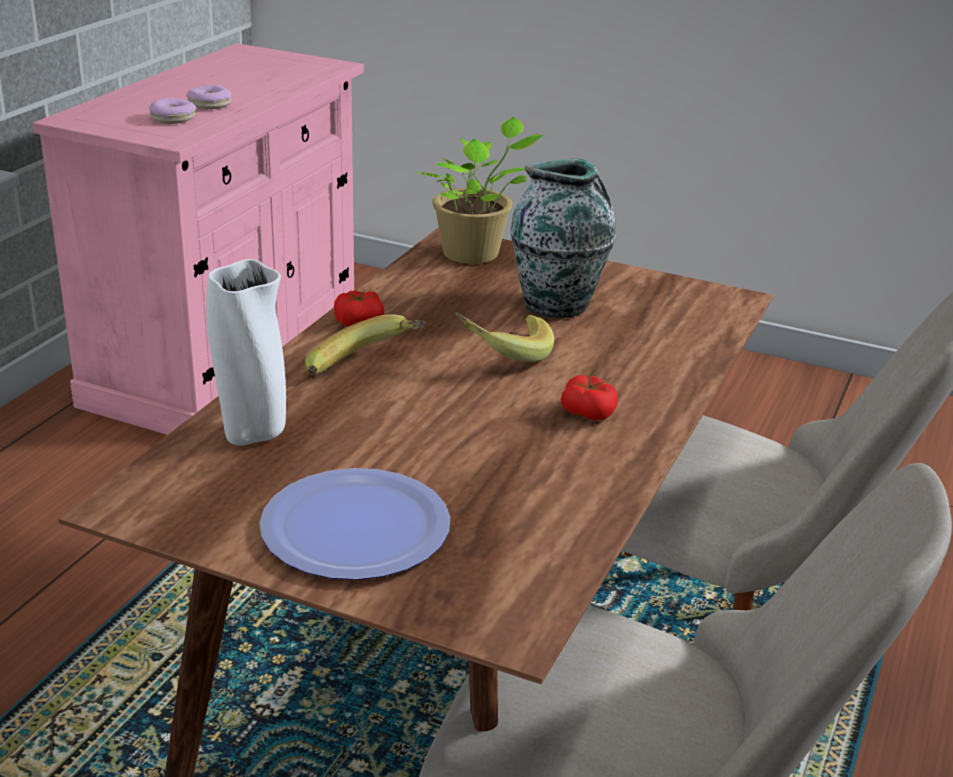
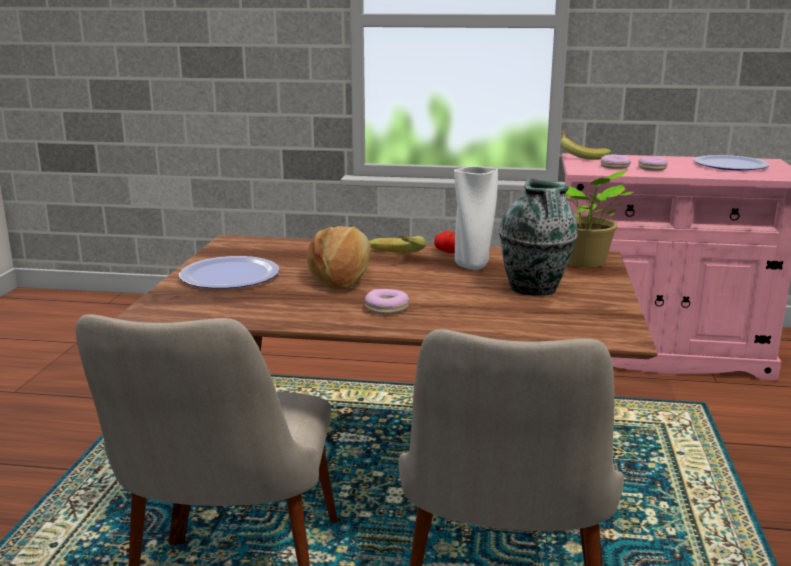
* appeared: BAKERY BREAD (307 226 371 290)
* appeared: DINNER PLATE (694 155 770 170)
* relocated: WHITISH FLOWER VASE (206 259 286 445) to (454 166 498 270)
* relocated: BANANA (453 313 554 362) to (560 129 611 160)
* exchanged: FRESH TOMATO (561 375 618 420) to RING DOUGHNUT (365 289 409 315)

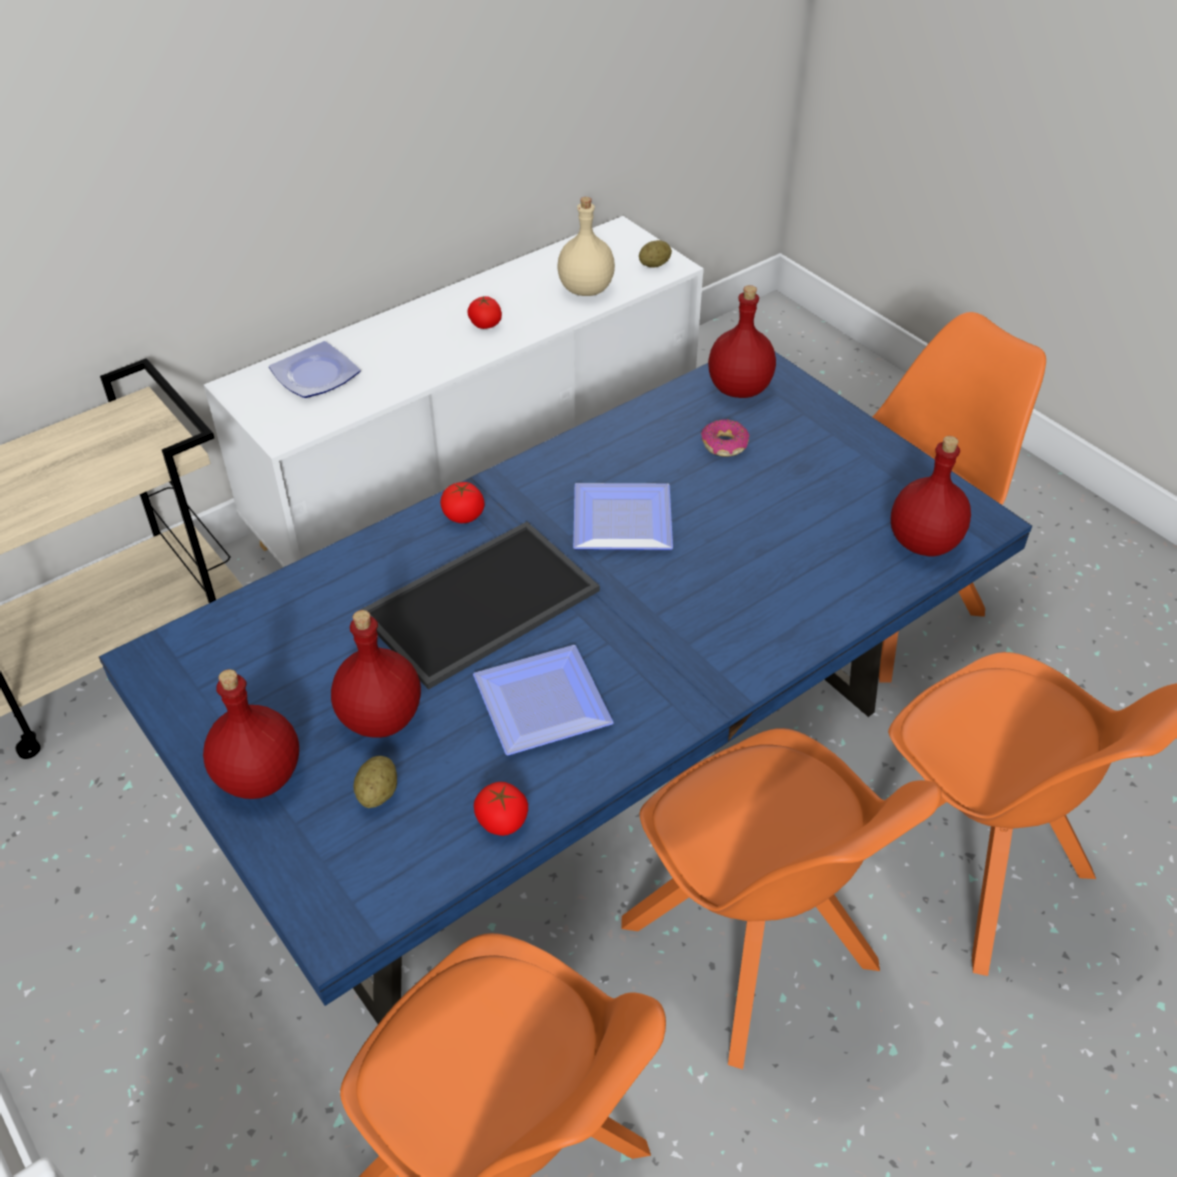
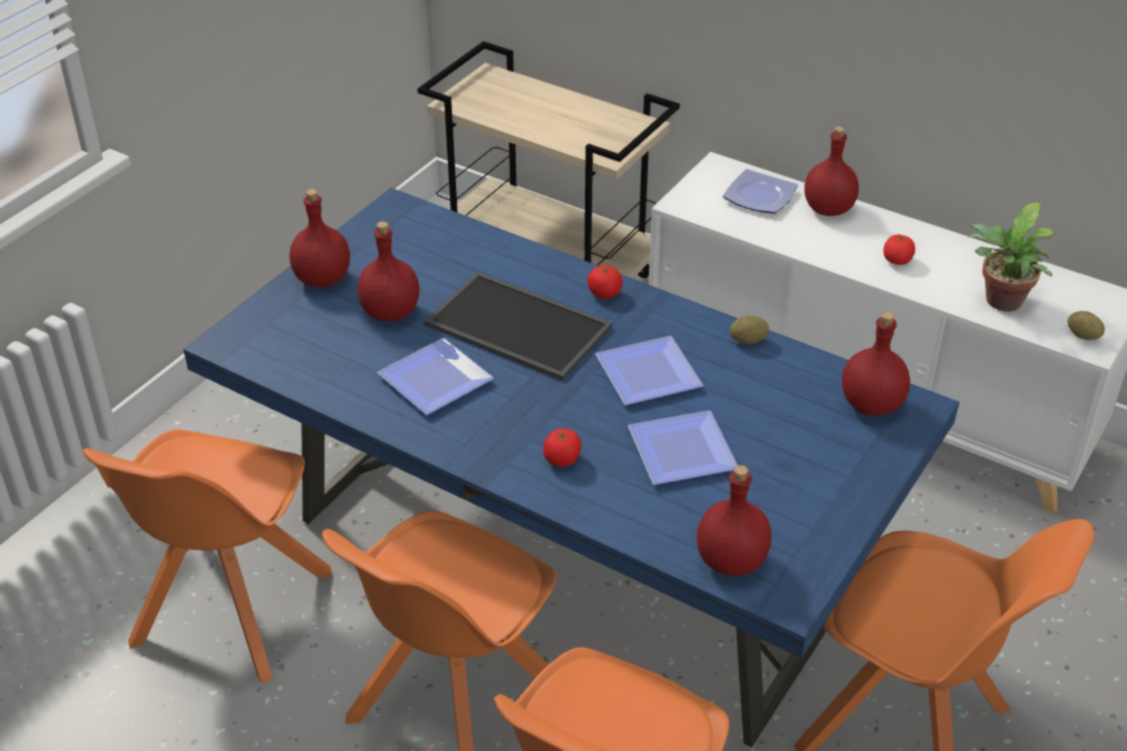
* missing: RING DOUGHNUT (701 419 750 456)
* appeared: DINNER PLATE (628 410 738 485)
* appeared: REDDISH DRINK BOTTLE (804 126 859 216)
* relocated: SPUD (353 756 397 808) to (730 315 769 344)
* relocated: FRESH TOMATO (474 782 528 836) to (543 428 582 467)
* exchanged: BEIGE-COLOURED DRINK BOTTLE (557 197 615 296) to HOUSEPLANT (969 202 1054 311)

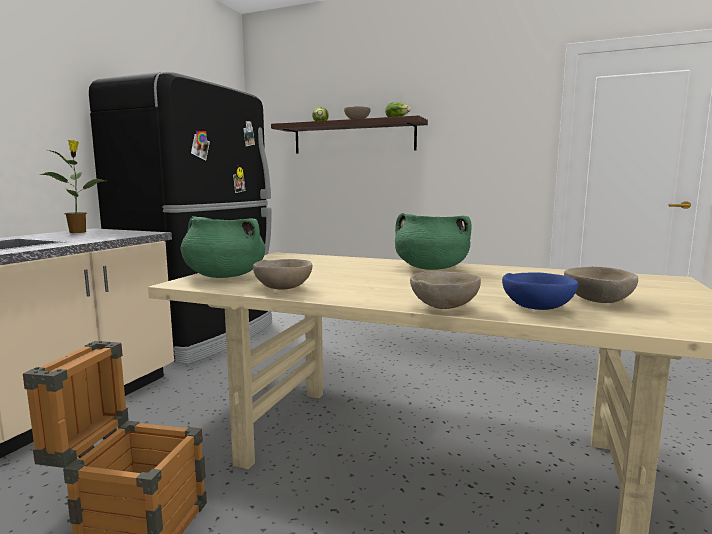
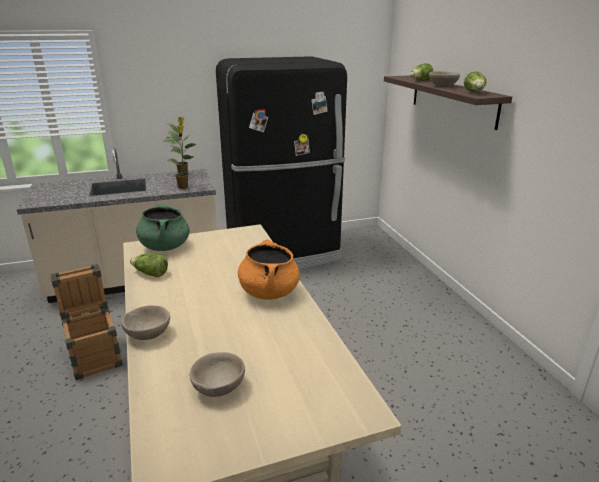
* missing: BLUISH BOWL (502 273 578 310)
* appeared: HOUSEPLANT (162 125 196 189)
* exchanged: BEIGE-COLOURED BOWL (253 259 312 290) to HEAD OF LETTUCE (130 253 168 277)
* colour: GREENISH SAUCEPOT (395 213 472 270) to ORANGEY SAUCEPOT (238 239 300 300)

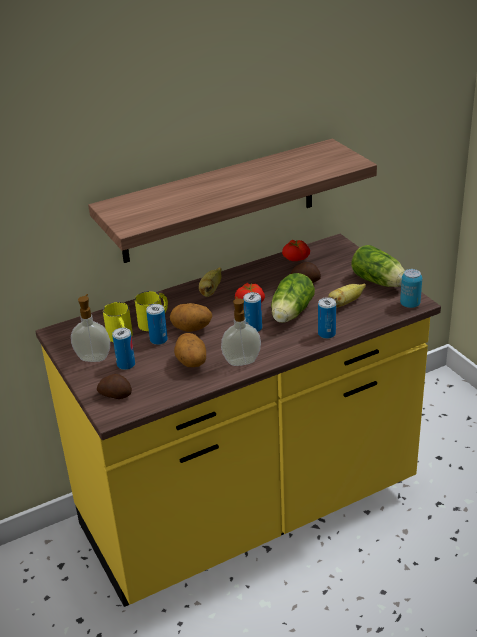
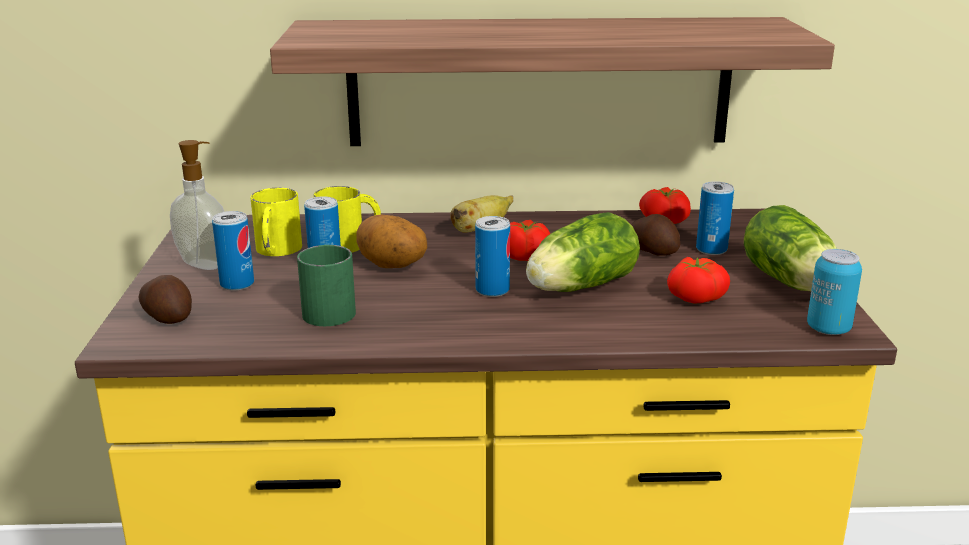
* missing: SOAP BOTTLE (221 297 261 366)
* relocated: SEALED CAN (318 297 336 339) to (696 181 734 255)
* exchanged: SPUD (174 333 206 367) to GREENISH MUG (297 245 356 326)
* exchanged: BANANA (328 284 366 307) to FRESH TOMATO (667 257 730 303)

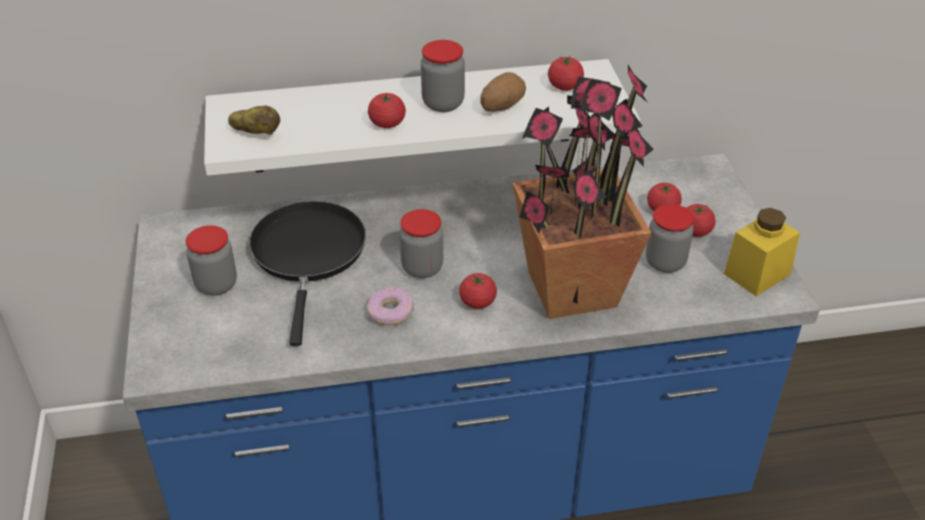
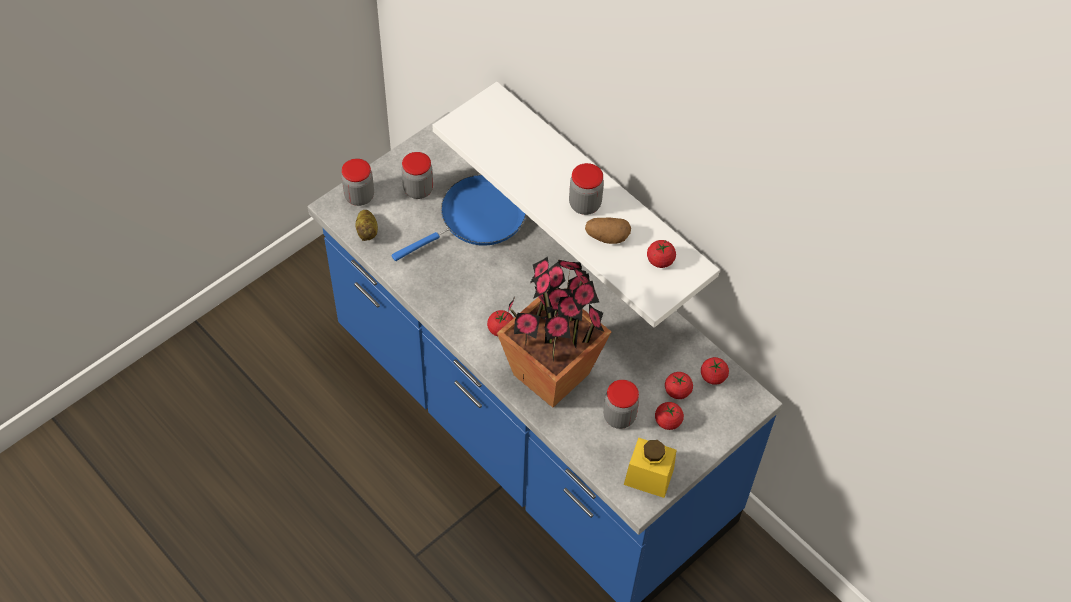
* missing: RING DOUGHNUT (367 287 414 325)
* relocated: SPUD (228 105 280 135) to (355 210 378 241)
* relocated: FRESH TOMATO (368 93 406 128) to (701 357 729 385)
* relocated: PRESERVE JAR (399 209 443 278) to (341 158 374 206)
* colour: BLACK-COLOURED FRYING PAN (249 201 366 346) to BLUISH FRYING PAN (392 175 526 261)

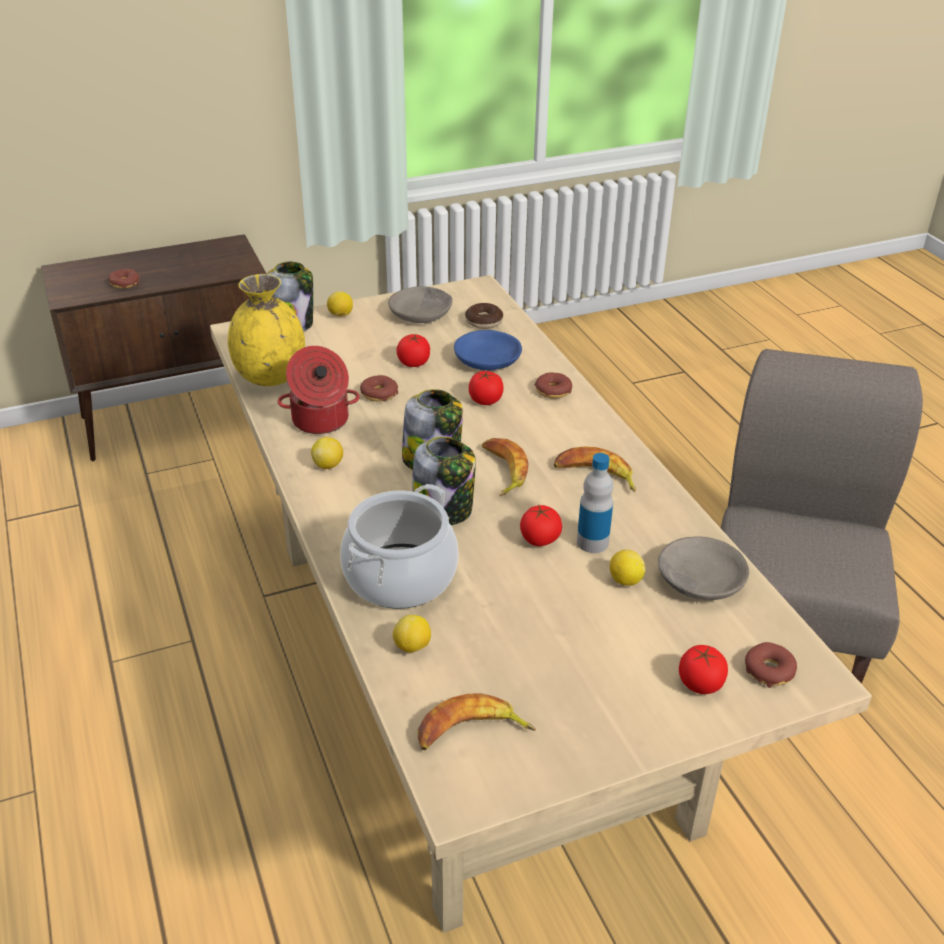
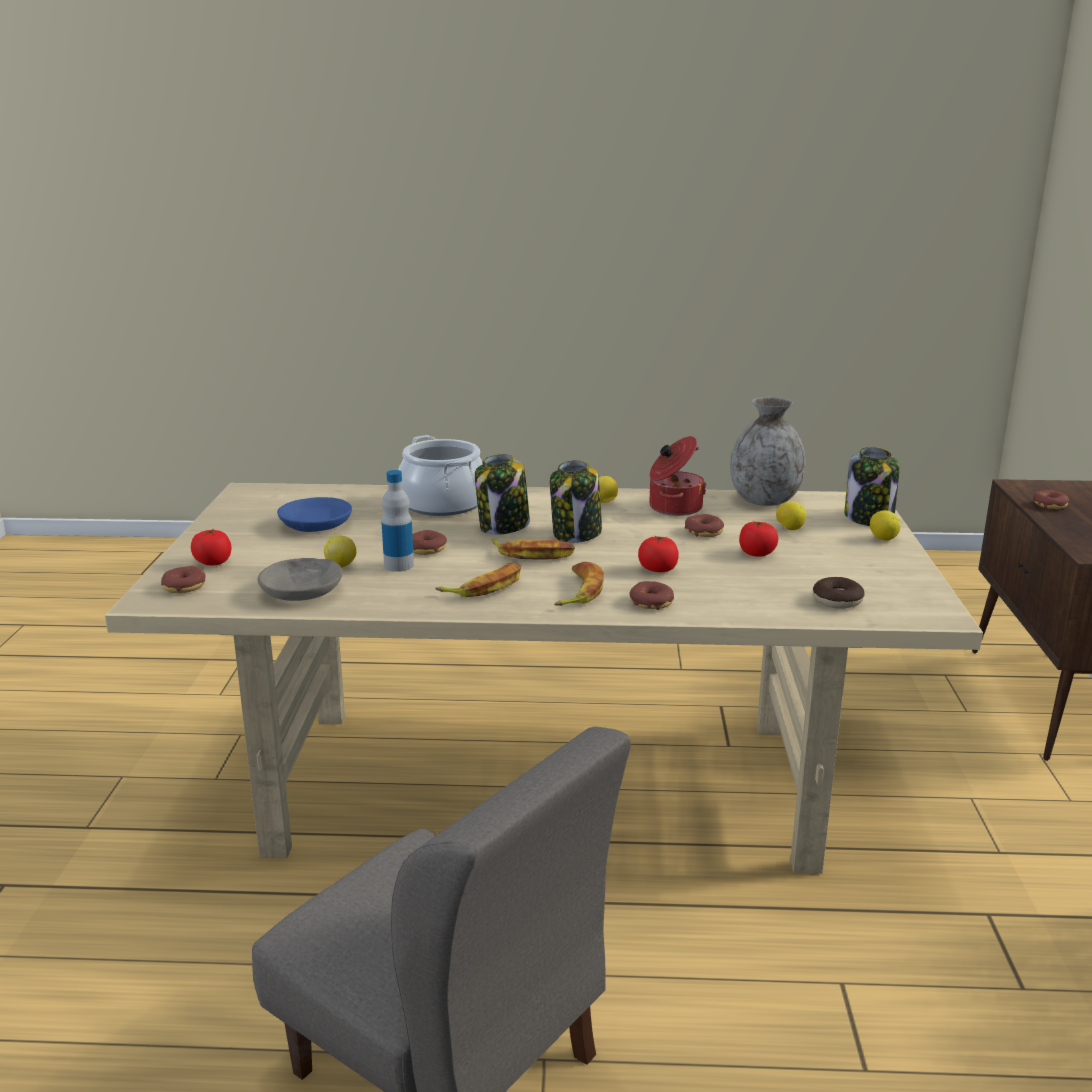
* missing: GREYISH BOWL (388 286 452 323)
* relocated: WHOLE LEMON (393 615 431 653) to (776 501 807 530)
* relocated: BANANA (418 693 536 750) to (554 562 604 606)
* relocated: BLUISH BOWL (454 330 522 371) to (277 497 352 532)
* exchanged: FRESH TOMATO (520 504 562 546) to RING DOUGHNUT (412 530 447 555)
* colour: YELLOW-COLOURED FLOWER VASE (228 274 305 386) to GREYISH FLOWER VASE (730 397 806 506)

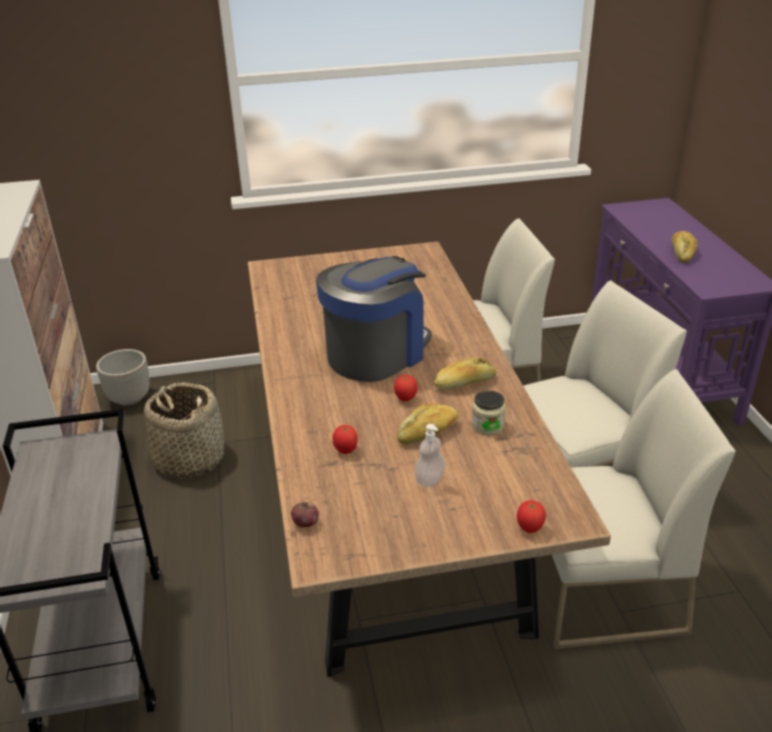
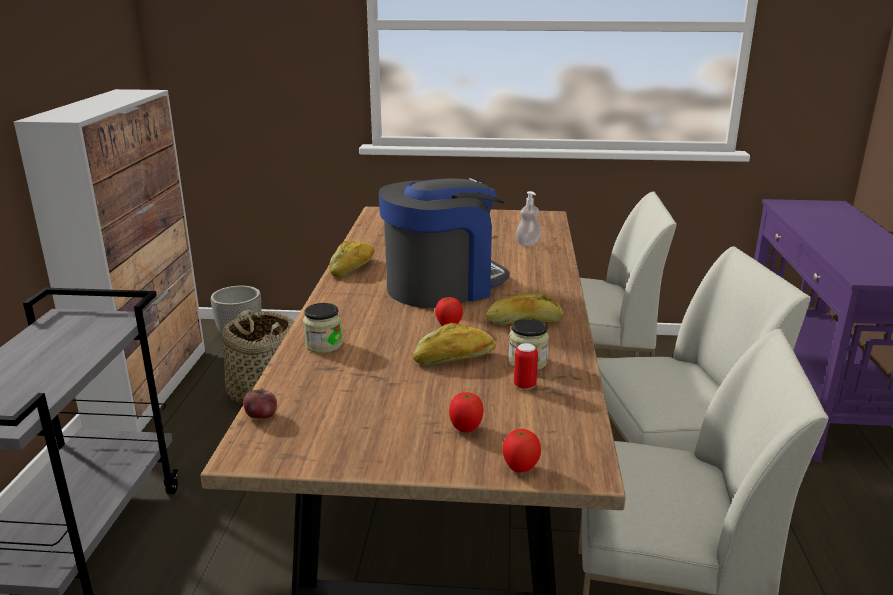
* appeared: PRESERVE JAR (303 303 342 353)
* appeared: SEALED CAN (514 343 538 390)
* relocated: FRESH TOMATO (333 425 358 454) to (449 392 484 433)
* relocated: SOAP BOTTLE (415 424 445 487) to (515 191 542 246)
* relocated: BAKERY BREAD (672 231 697 263) to (329 241 375 277)

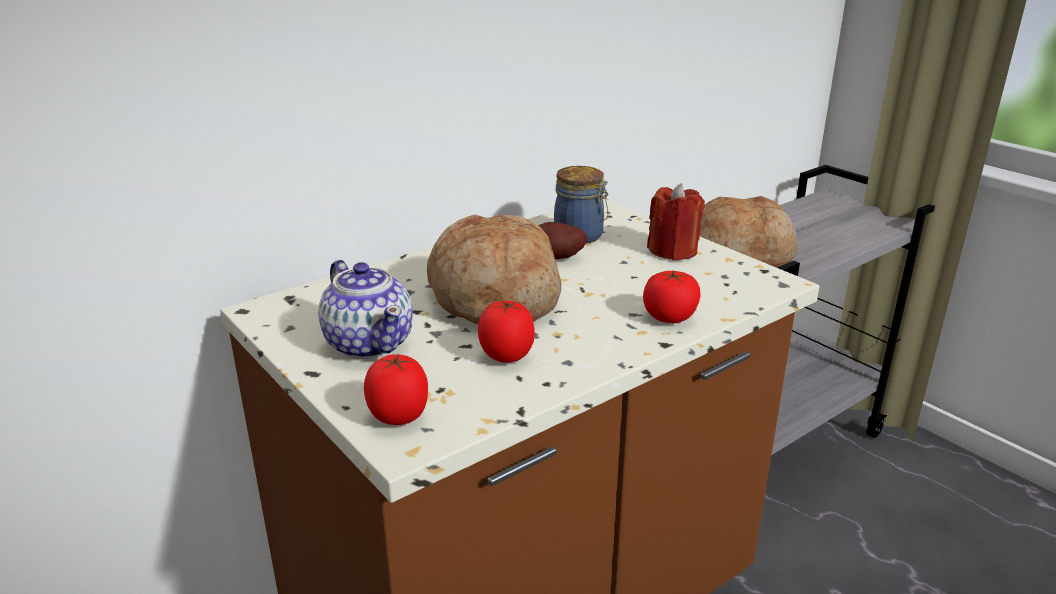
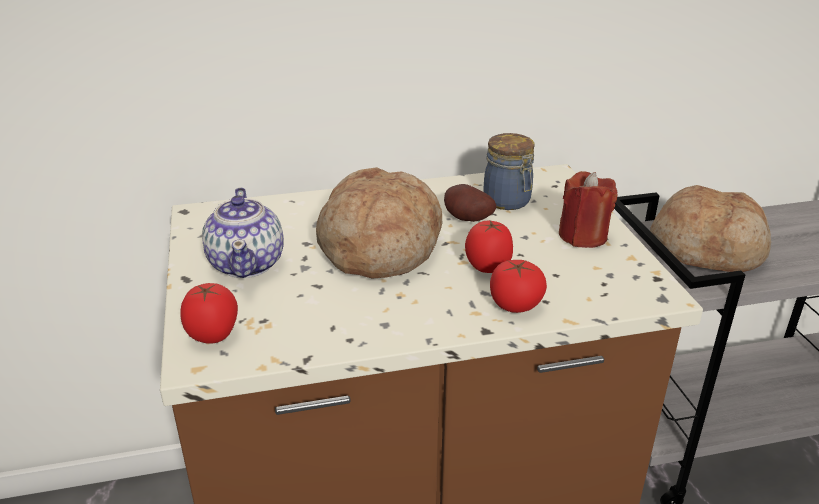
* relocated: FRESH TOMATO (478 300 535 363) to (465 221 513 273)

